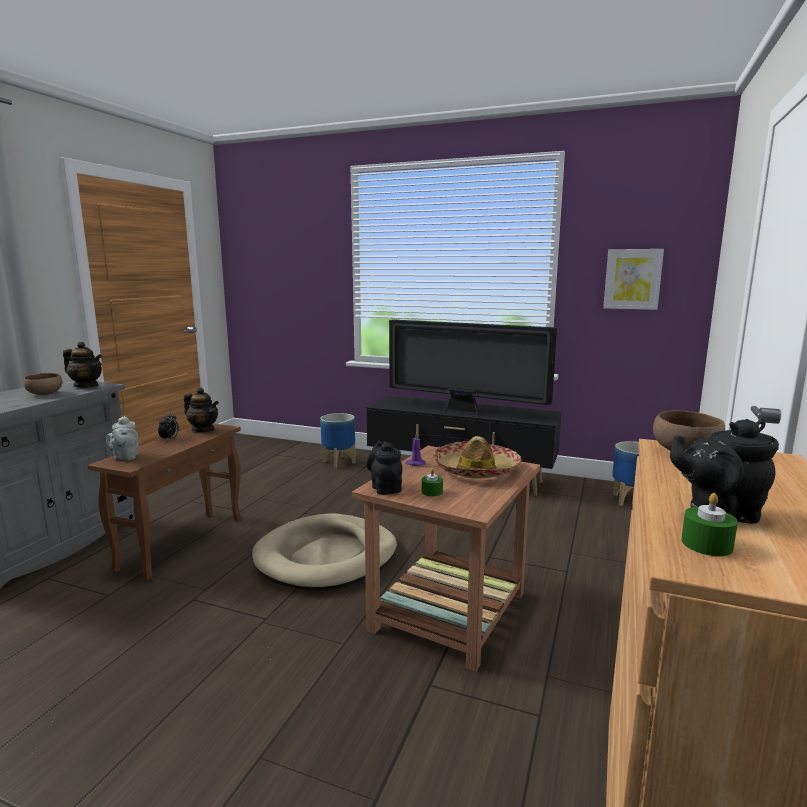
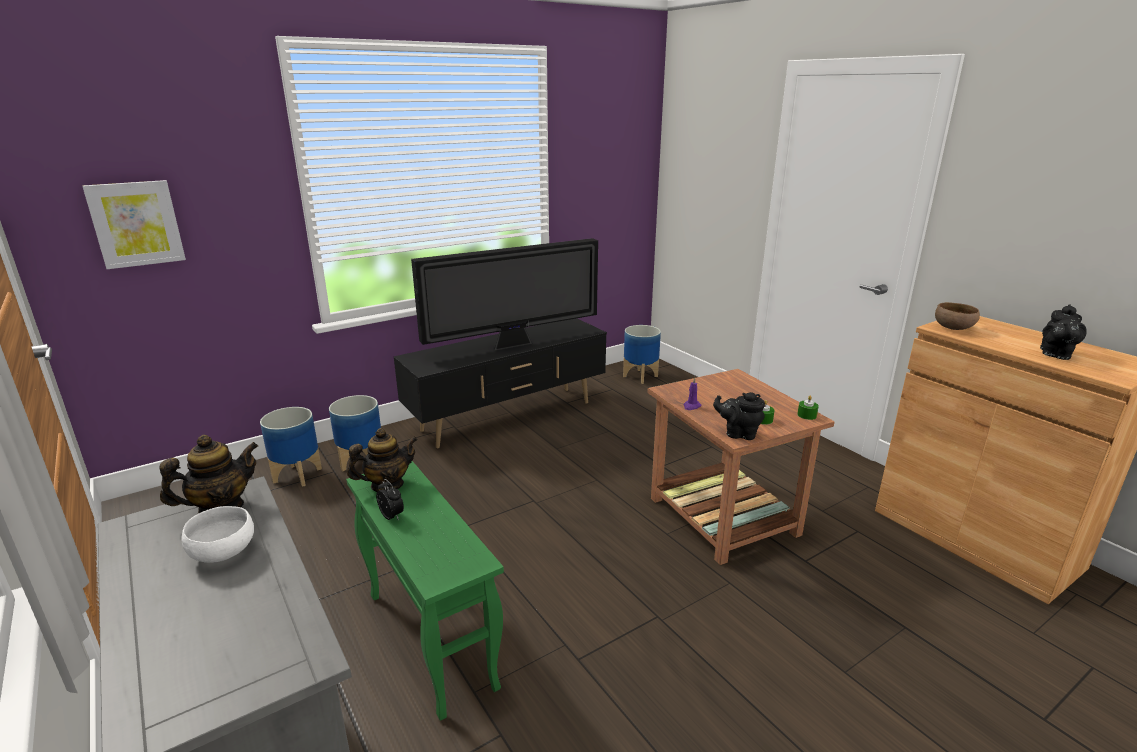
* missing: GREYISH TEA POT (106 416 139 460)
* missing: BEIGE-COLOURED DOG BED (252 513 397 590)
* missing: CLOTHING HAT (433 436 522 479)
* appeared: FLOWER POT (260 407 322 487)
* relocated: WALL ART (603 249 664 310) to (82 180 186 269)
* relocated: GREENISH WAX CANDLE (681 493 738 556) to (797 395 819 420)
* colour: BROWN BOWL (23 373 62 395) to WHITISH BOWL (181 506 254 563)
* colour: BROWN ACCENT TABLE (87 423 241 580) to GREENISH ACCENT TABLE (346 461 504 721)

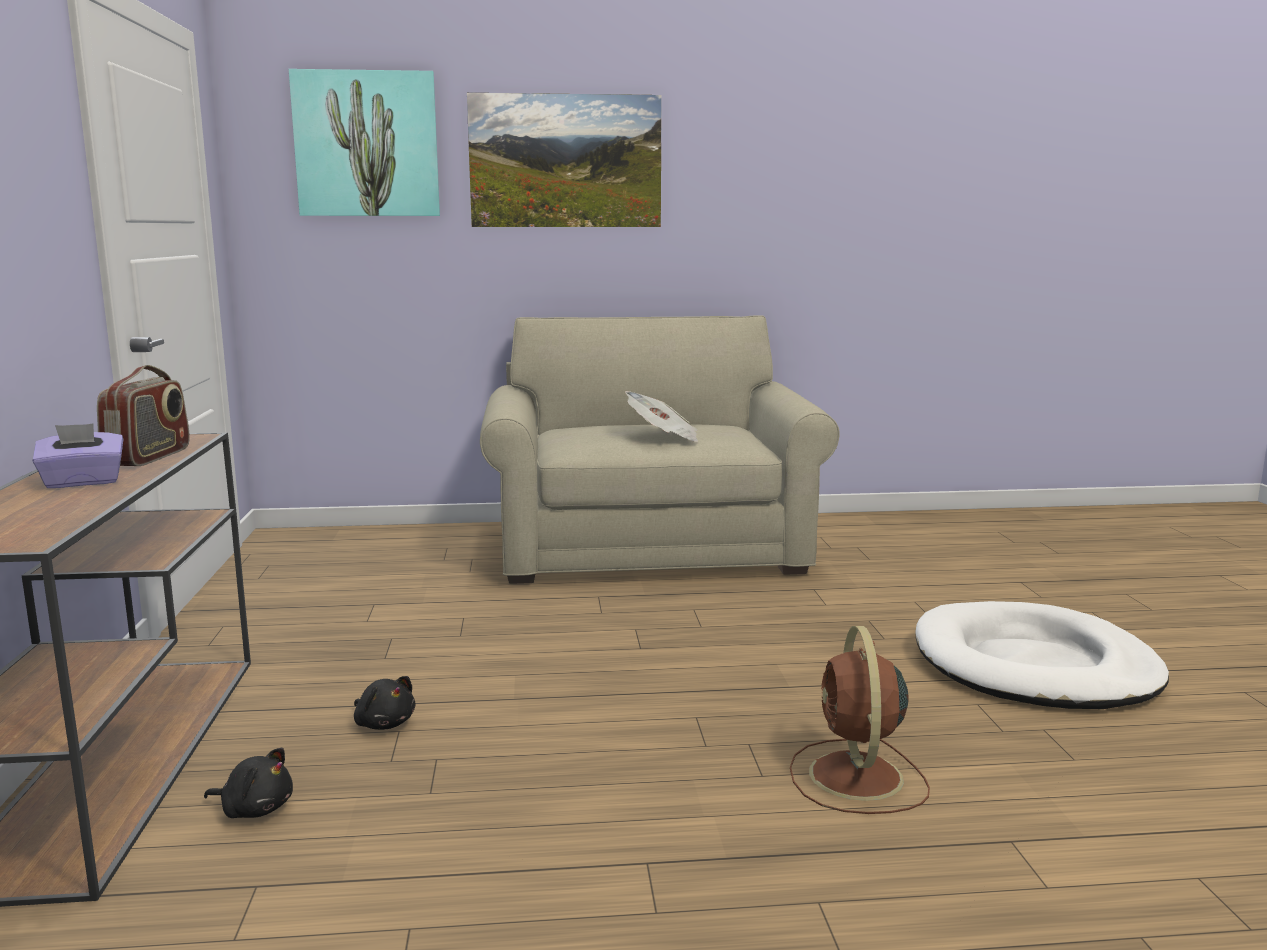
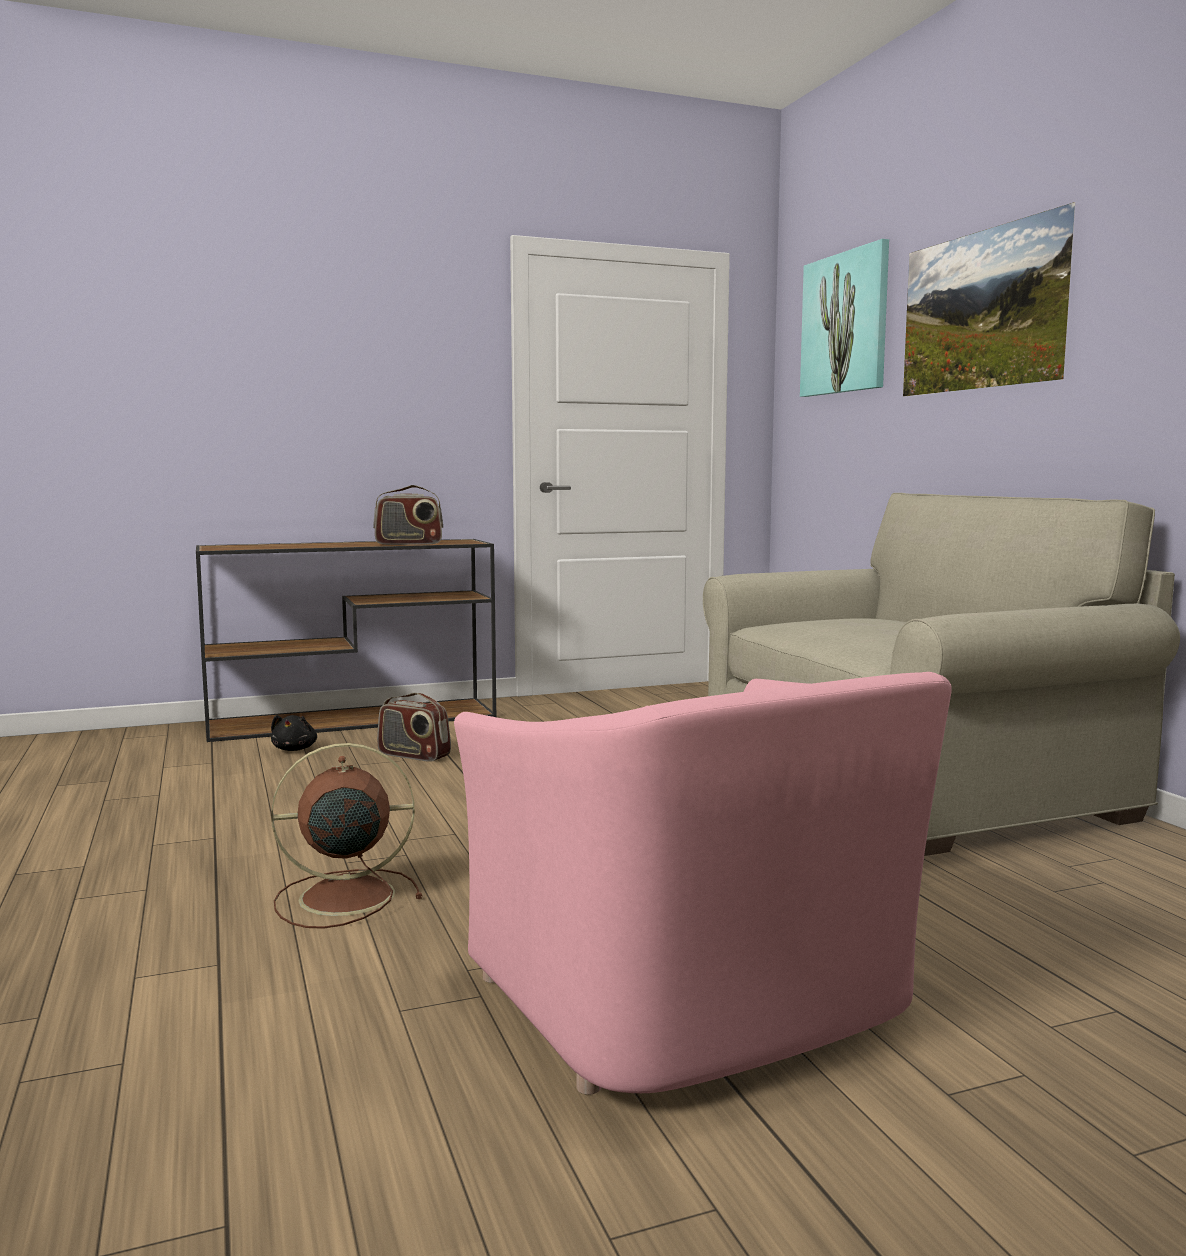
* missing: PURPLISH TISSUE BOX (32 423 123 488)
* missing: DAILY PAPER (625 391 698 442)
* exchanged: BLACK-COLOURED PLUSH TOY (354 676 415 730) to RADIO RECEIVER (377 693 451 762)
* exchanged: WHITISH DOG BED (915 601 1169 709) to PINK-COLOURED ARMCHAIR (454 672 952 1095)

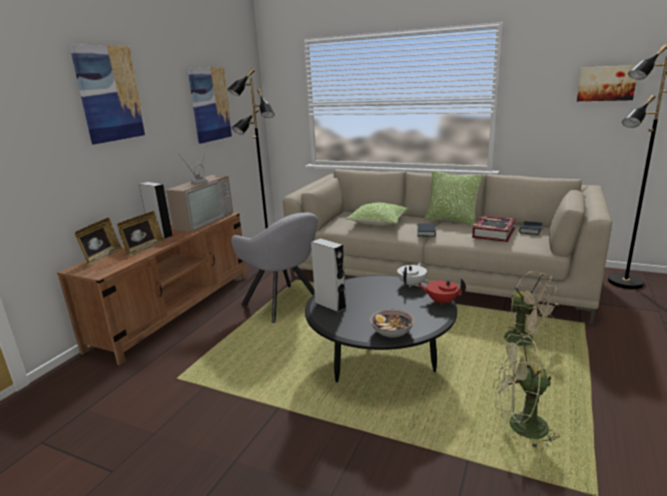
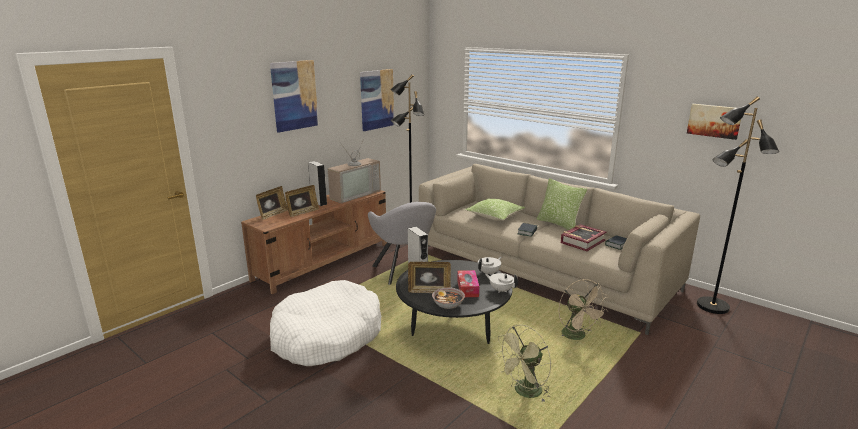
* appeared: WHITISH DOG BED (270 280 381 366)
* appeared: PHOTO FRAME (408 262 451 293)
* appeared: TISSUE BOX (457 270 479 297)
* colour: REDDISH TEA POT (418 278 466 306) to WHITISH TEA POT (485 273 518 293)
* spun: GREENISH FAN (492 334 559 448) = (495 325 551 402) 60 degrees counterclockwise

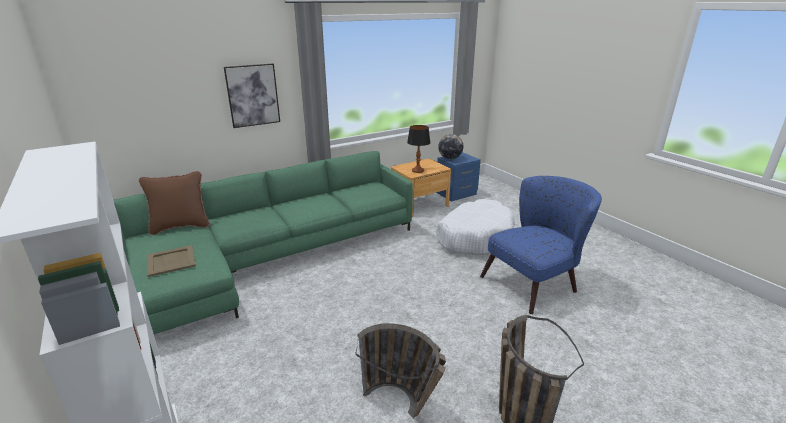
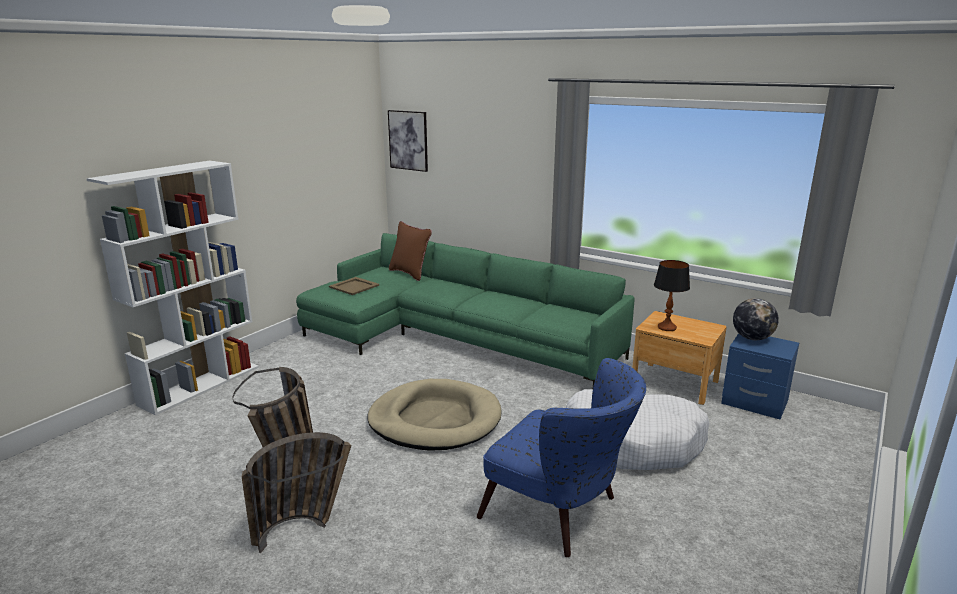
* appeared: BEIGE-COLOURED DOG BED (367 379 502 451)
* relocated: WALL ART (224 64 280 128) to (388 110 428 172)

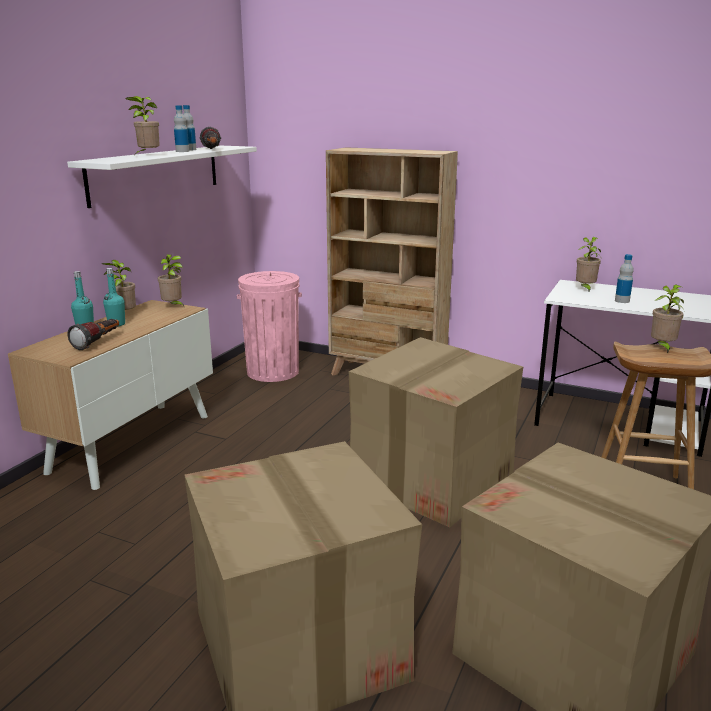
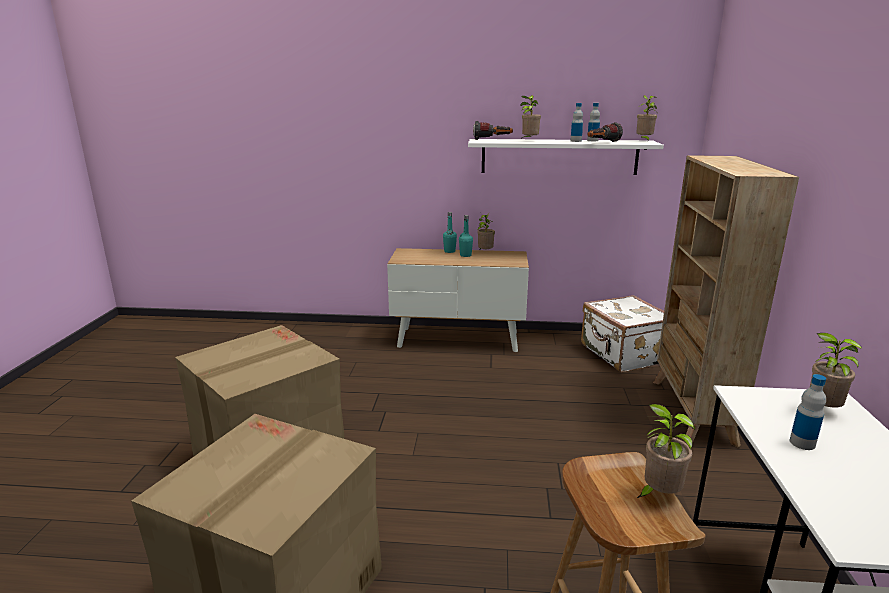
* missing: CARDBOARD BOX (349 337 523 527)
* relocated: FLASHLIGHT (68 319 119 350) to (473 121 513 140)
* relocated: HOUSEPLANT (158 254 185 308) to (636 95 657 141)
* exchanged: PINK-COLOURED RUBBISH BIN (237 271 302 382) to WHITISH TRAVEL CASE (581 295 664 373)

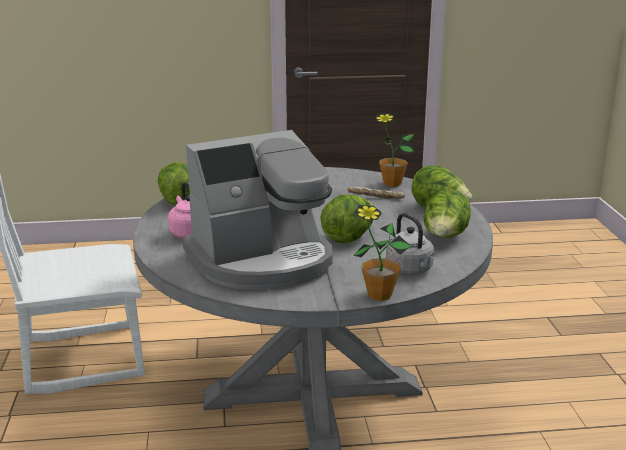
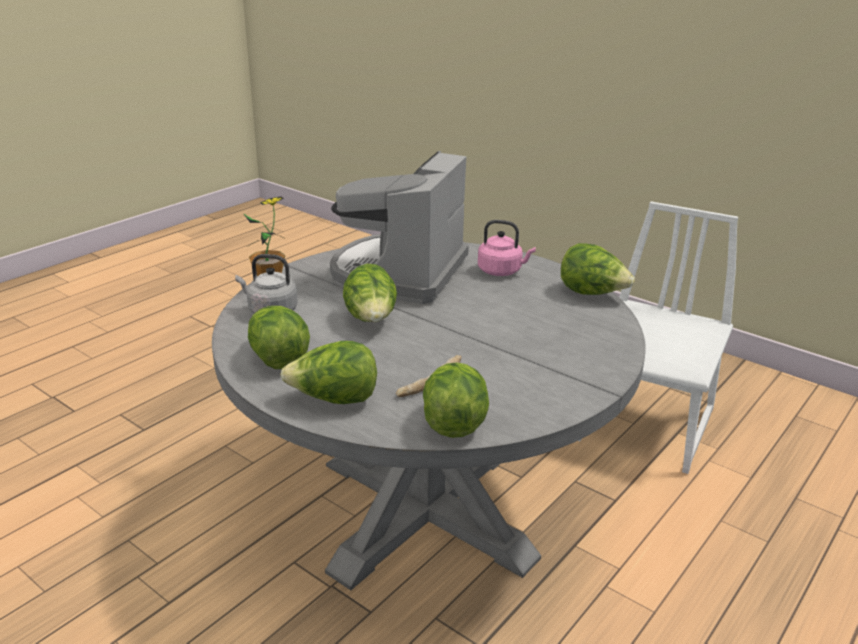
* exchanged: HOUSEPLANT (376 113 414 187) to HEAD OF LETTUCE (423 362 489 438)

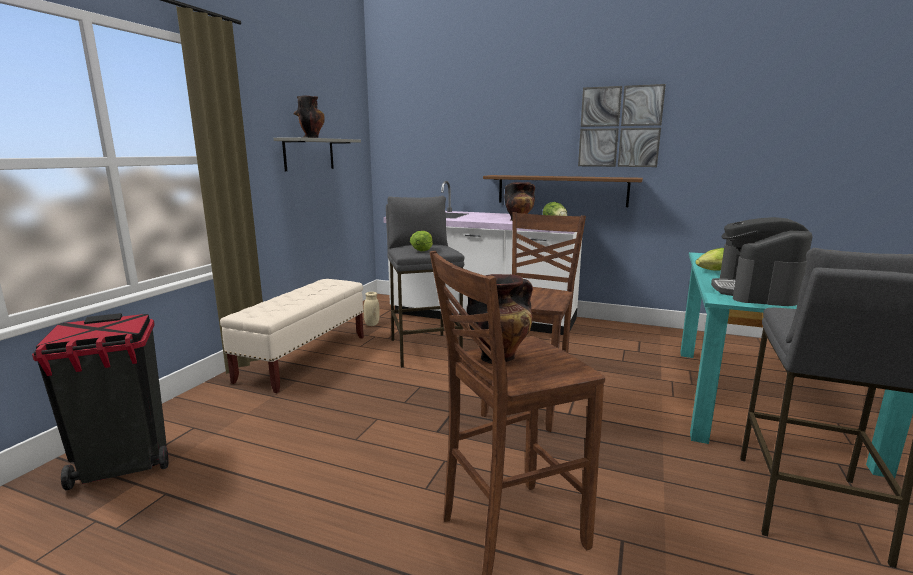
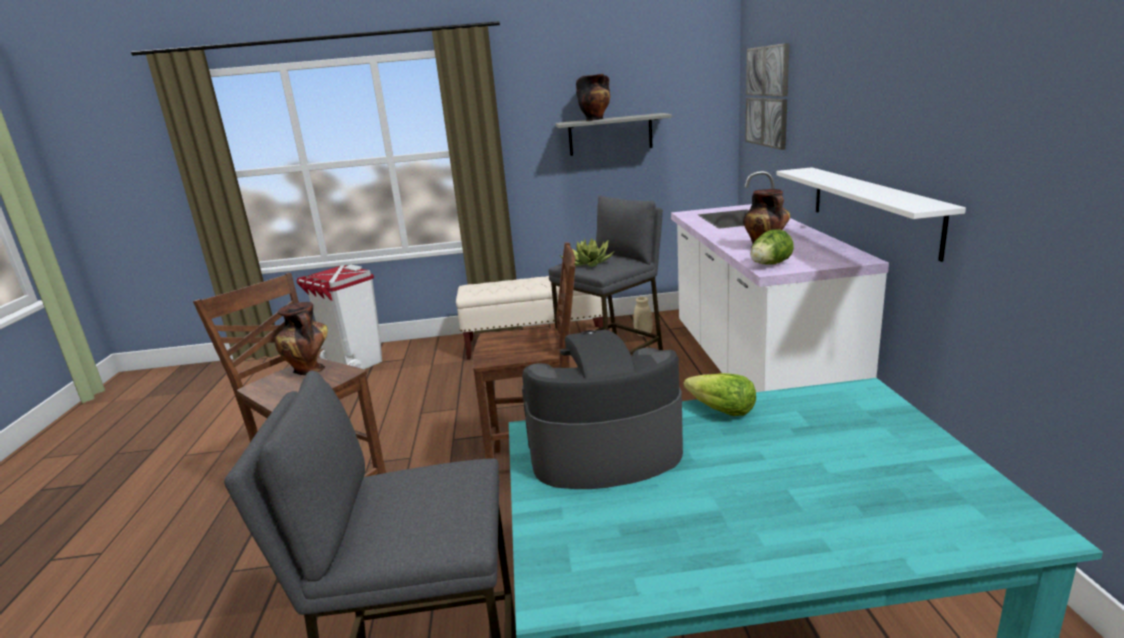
* relocated: WALL ART (578 84 666 167) to (745 43 790 150)
* exchanged: HEAD OF LETTUCE (410 231 433 251) to HOUSEPLANT (560 238 614 267)
* colour: BLACK-COLOURED RUBBISH BIN (32 313 169 490) to WHITISH RUBBISH BIN (297 265 382 369)
* colour: BROWN BRACKET SHELF (483 175 643 207) to WHITISH BRACKET SHELF (776 167 966 262)

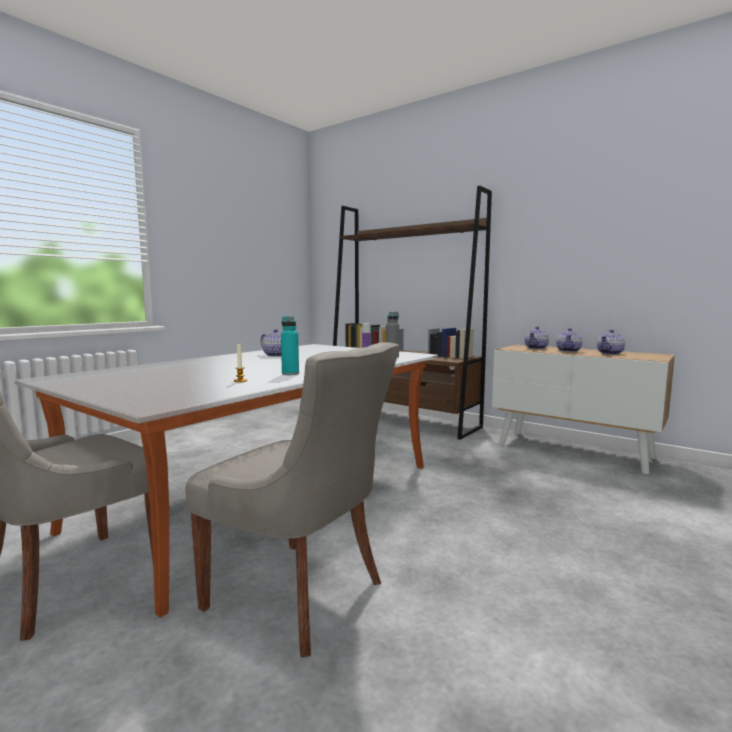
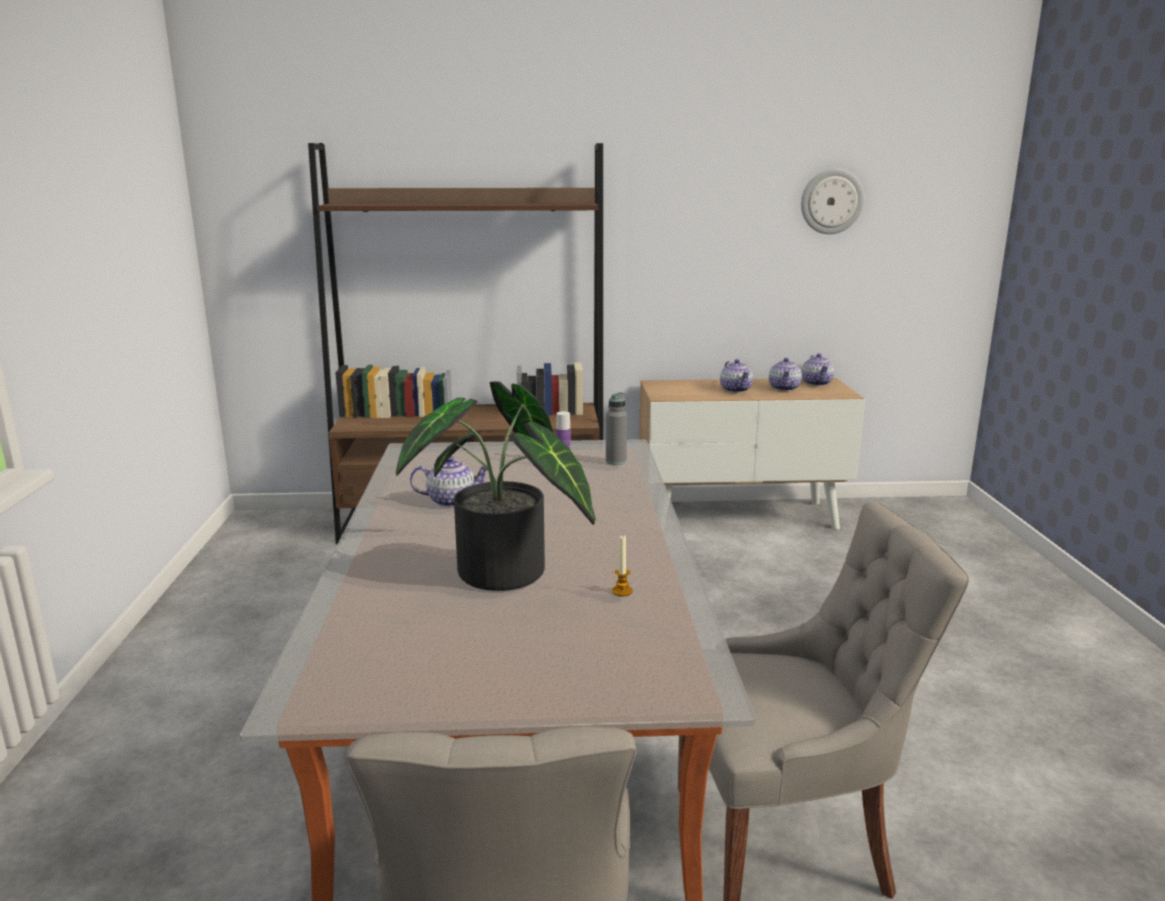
* missing: TURQUOISE-COLOURED DRINK BOTTLE (281 316 299 375)
* appeared: HOUSEPLANT (396 382 595 591)
* appeared: HANGING CLOCK (801 168 864 234)
* relocated: TEA POT (525 326 549 349) to (802 353 834 386)

